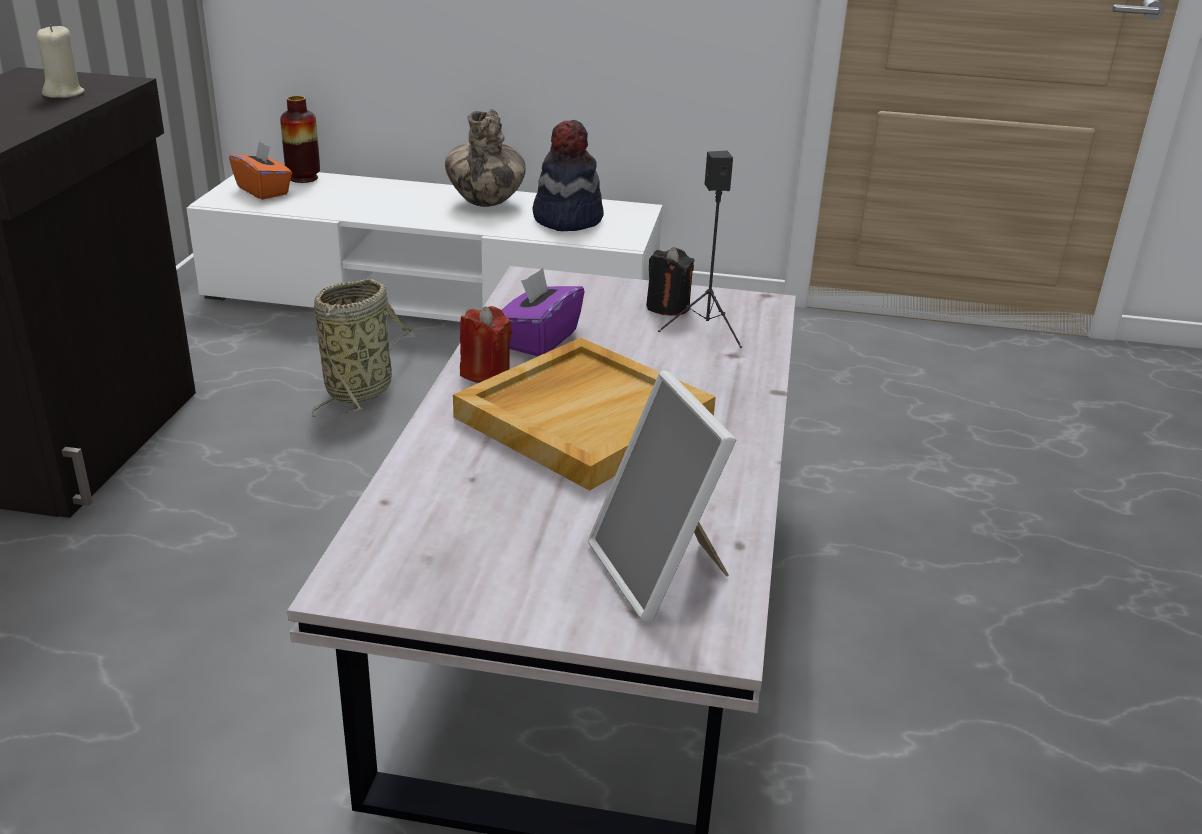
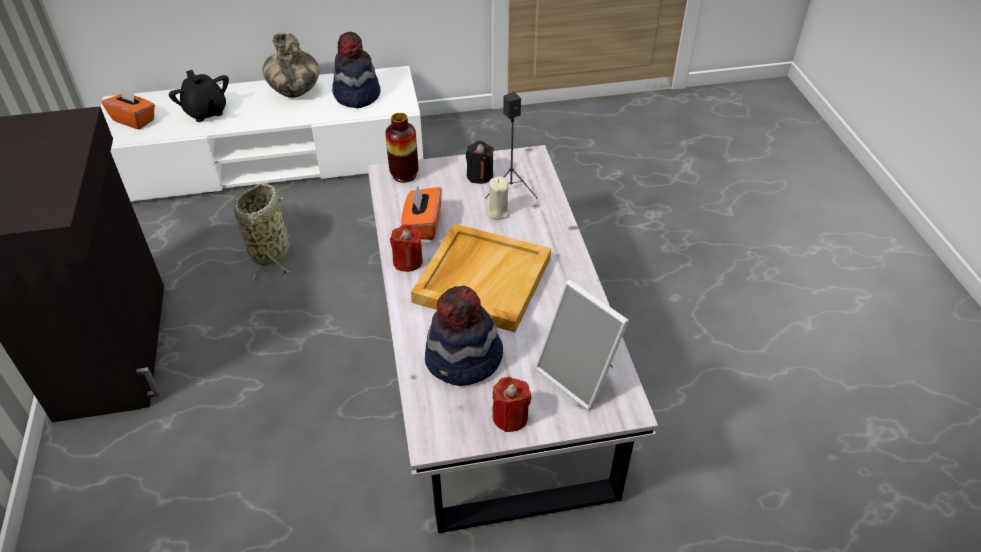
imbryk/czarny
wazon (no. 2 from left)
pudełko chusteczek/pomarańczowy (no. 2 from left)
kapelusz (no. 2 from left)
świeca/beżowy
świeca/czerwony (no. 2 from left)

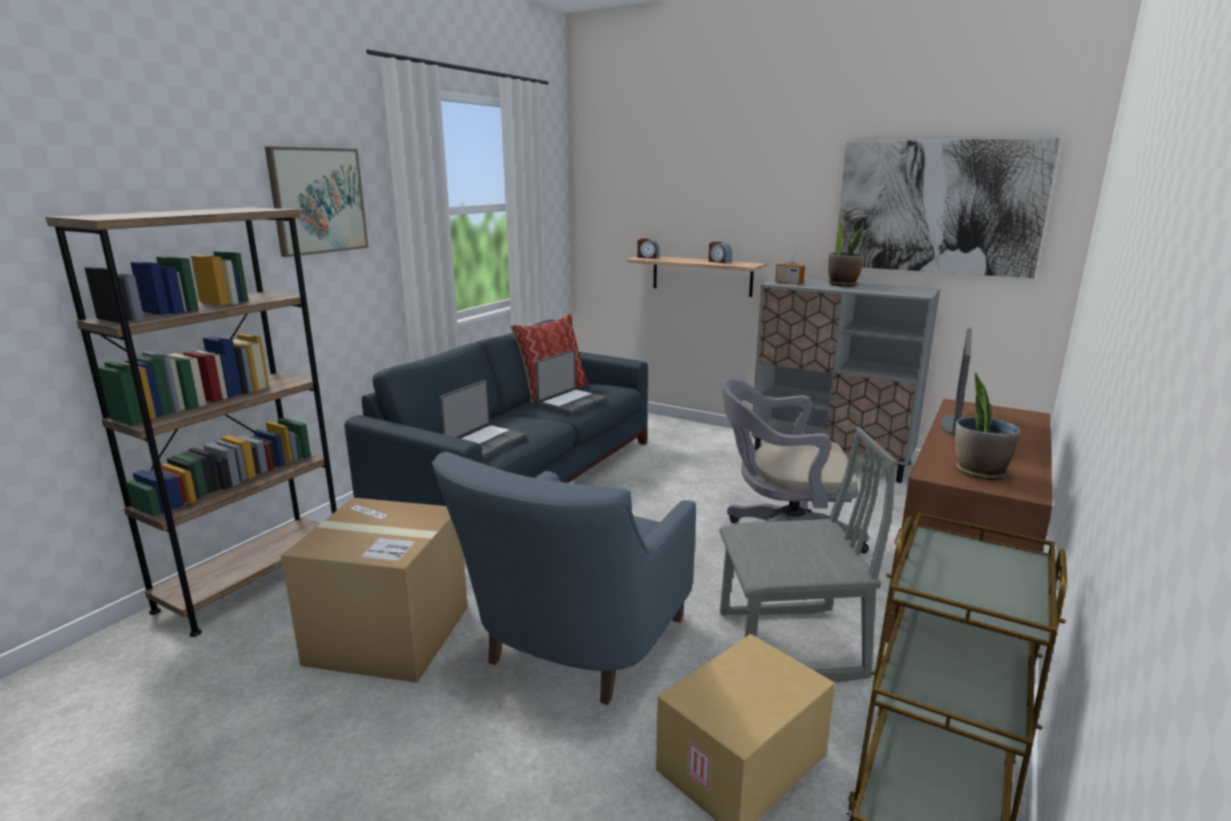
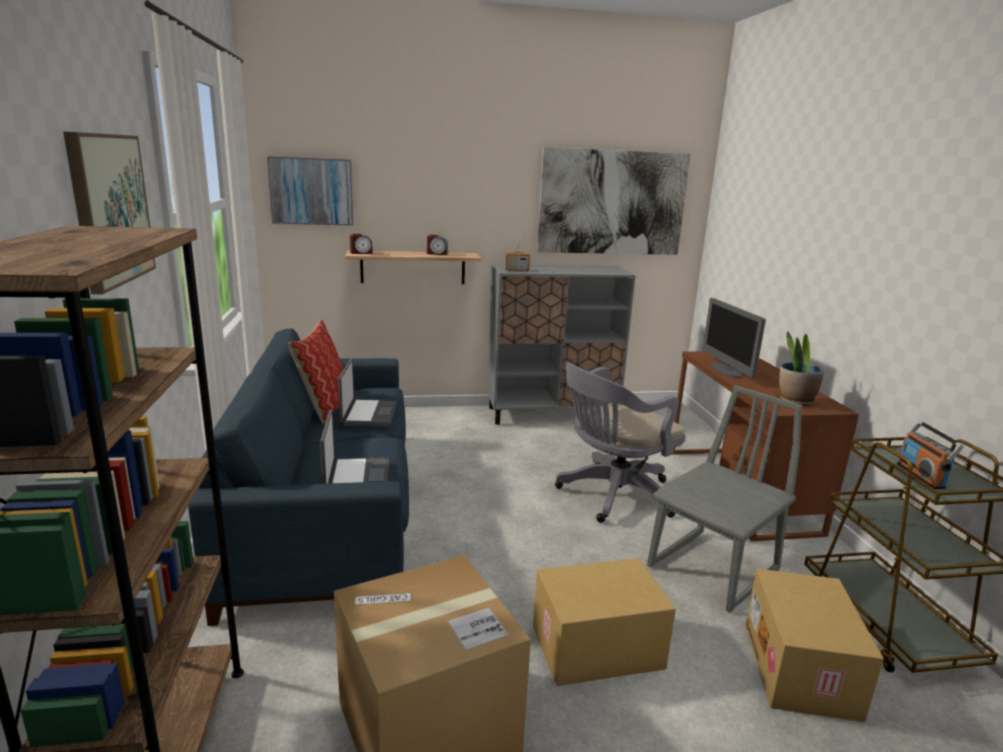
obraz (no. 2 from left)
karton (no. 2 from left)
radio (no. 2 from left)
roślina doniczkowa (no. 1 from left in the first image)

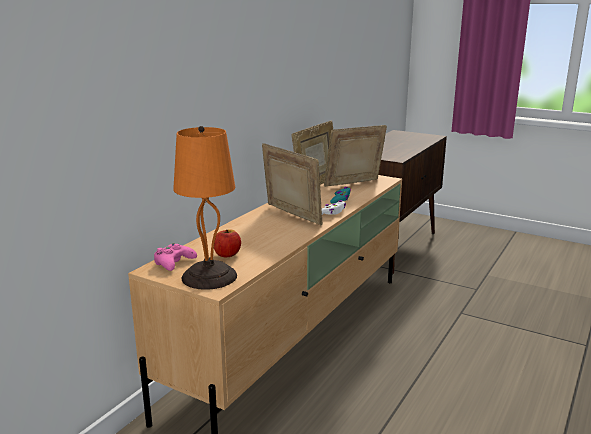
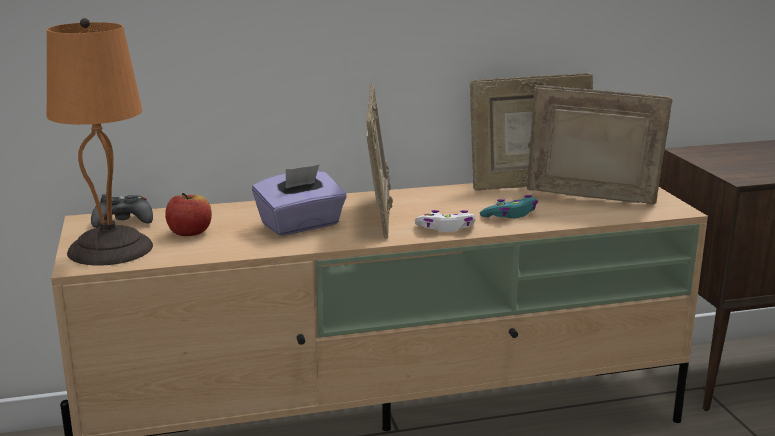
pad do gier/czarny
pudełko chusteczek/fioletowy

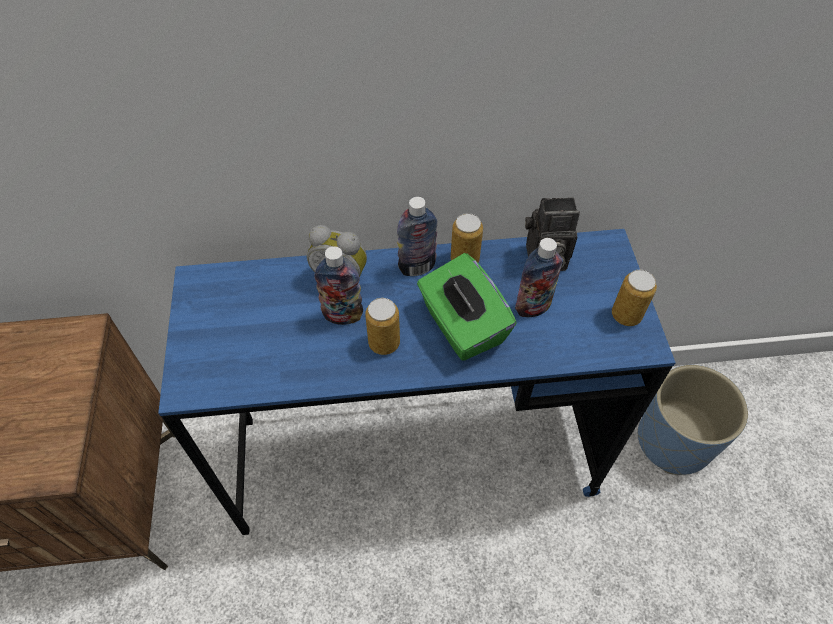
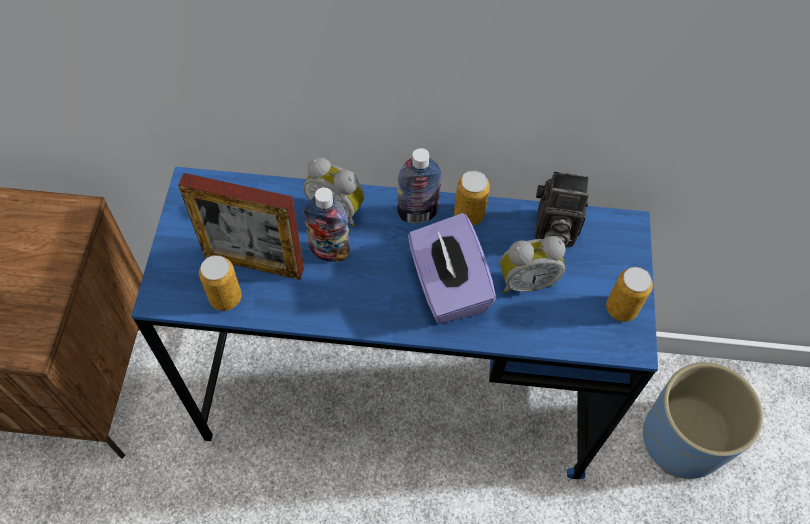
ramka na zdjęcie
puszka (no. 1 from left)
pudełko chusteczek/fioletowy
budzik (no. 2 from left)

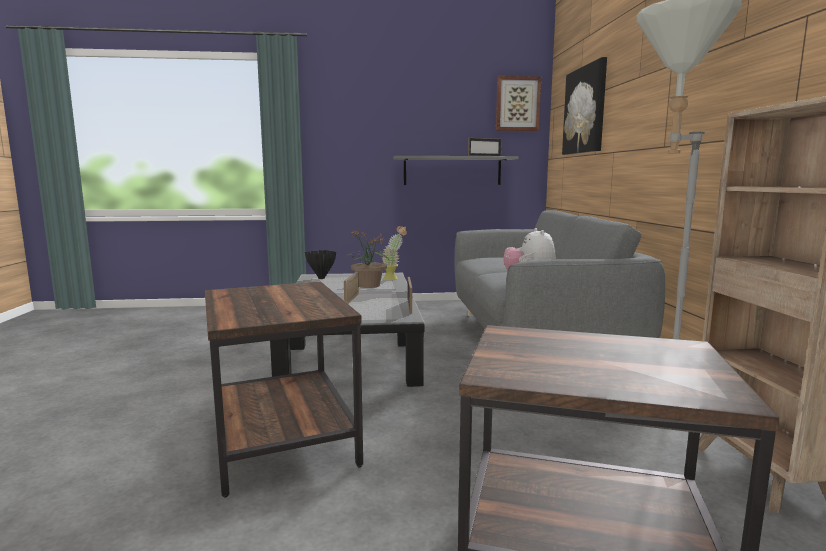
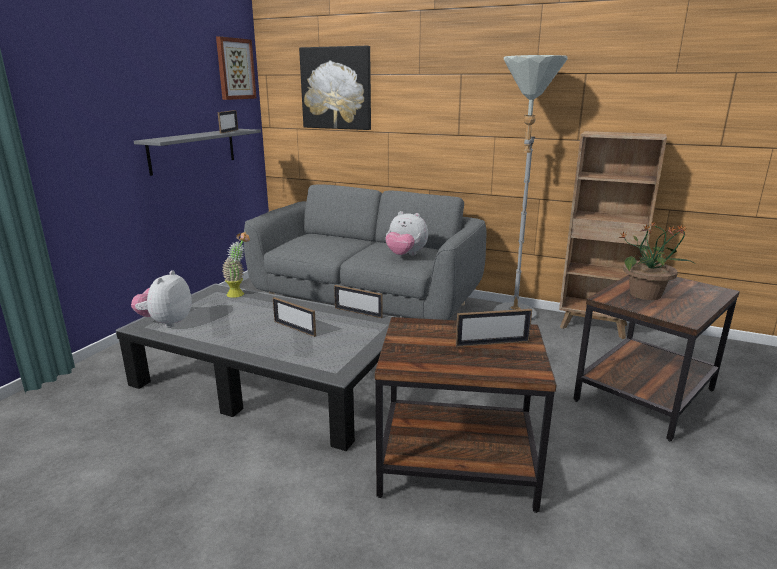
pluszak (no. 1 from left)
ramka na zdjęcie (no. 4 from left)
roślina doniczkowa (no. 2 from left)

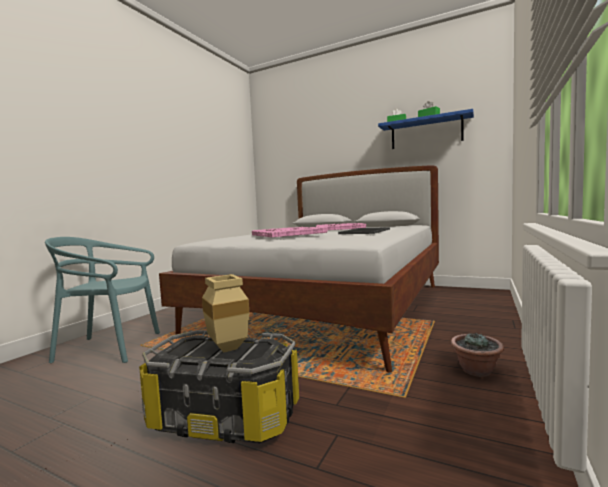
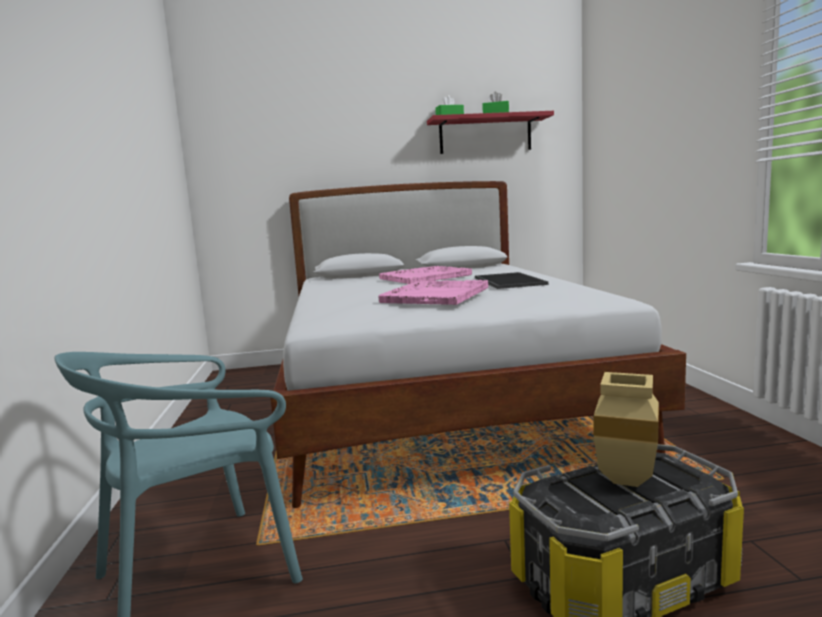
półka/czerwony
roślina doniczkowa

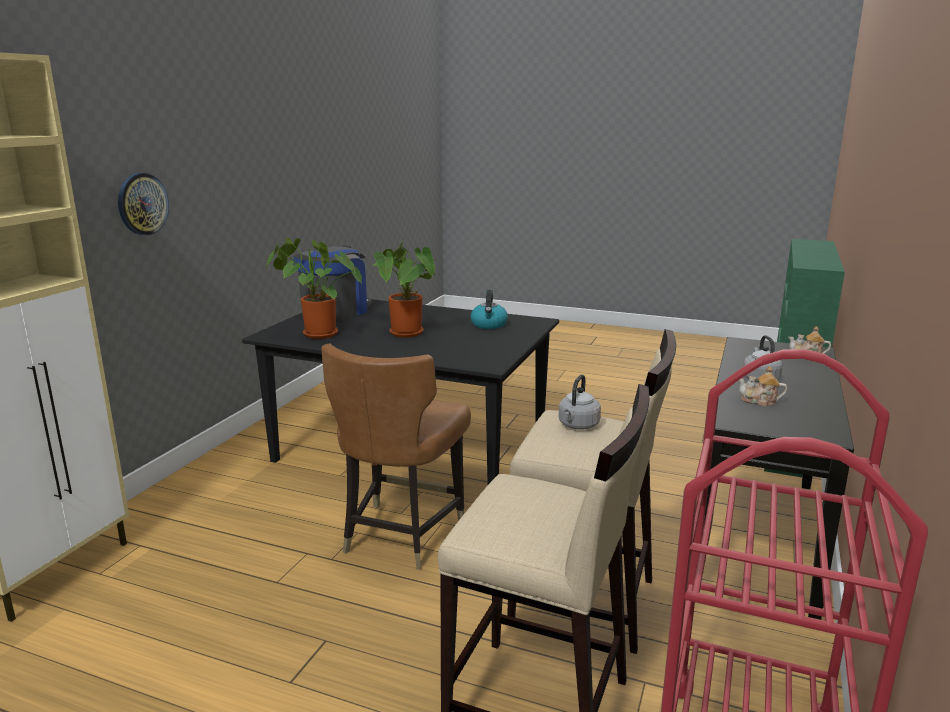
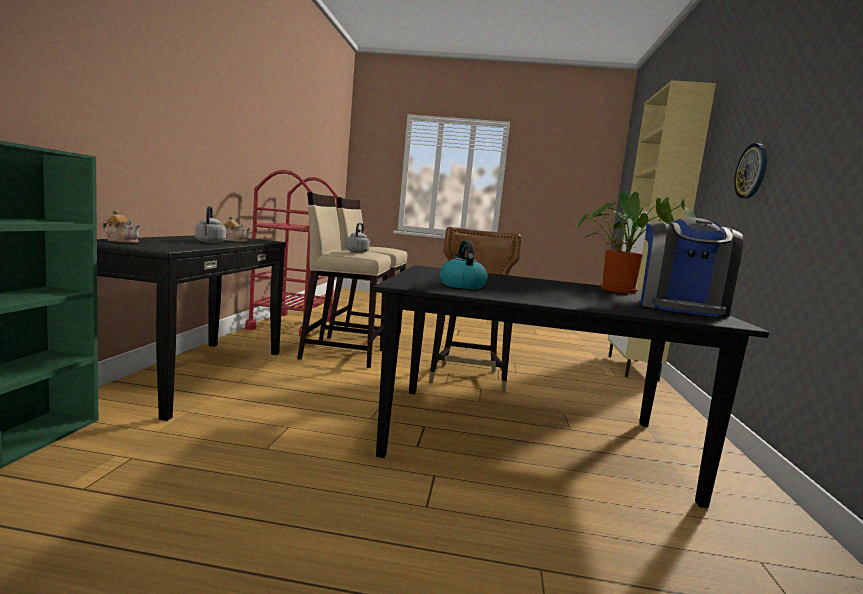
roślina doniczkowa (no. 2 from left in the first image)

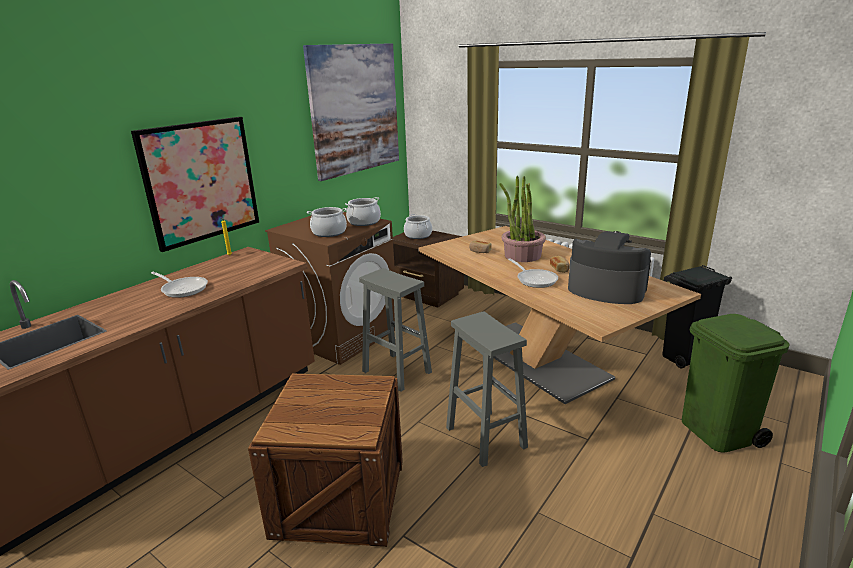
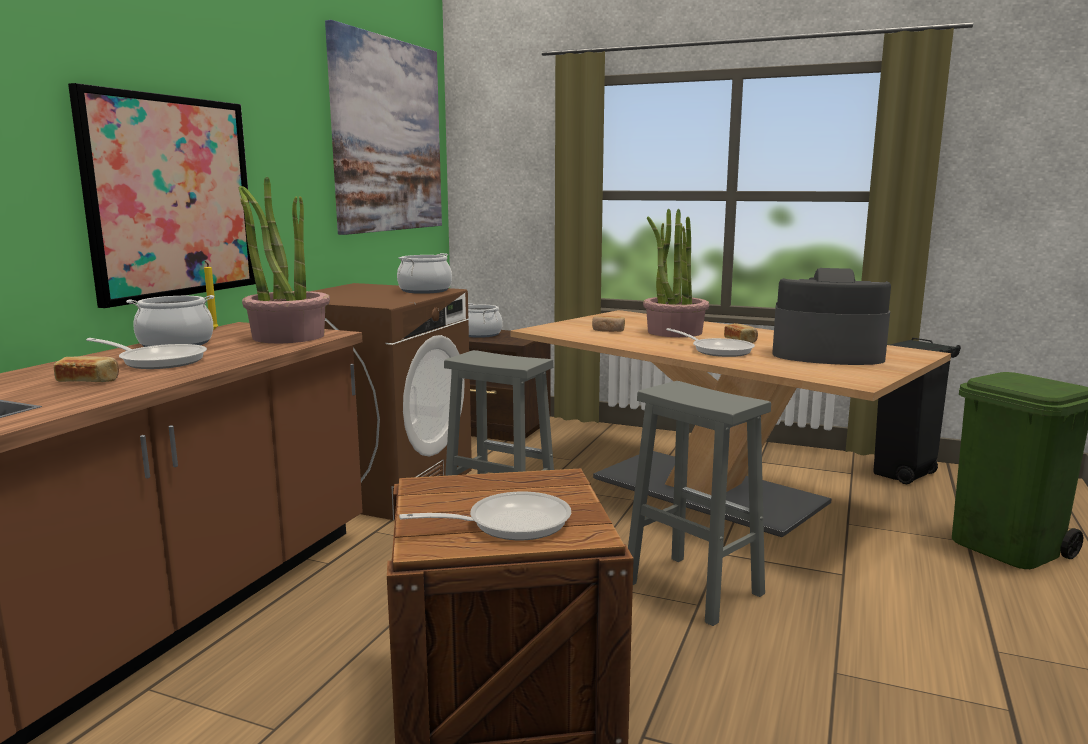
chleb (no. 1 from left)
garnek (no. 1 from left)
roślina doniczkowa (no. 1 from left)
patelnia (no. 2 from left)

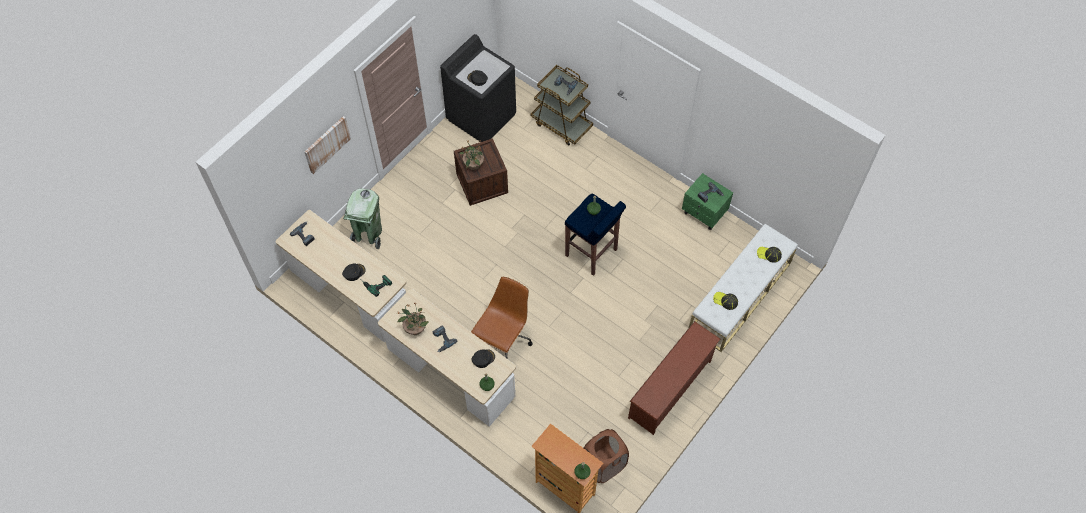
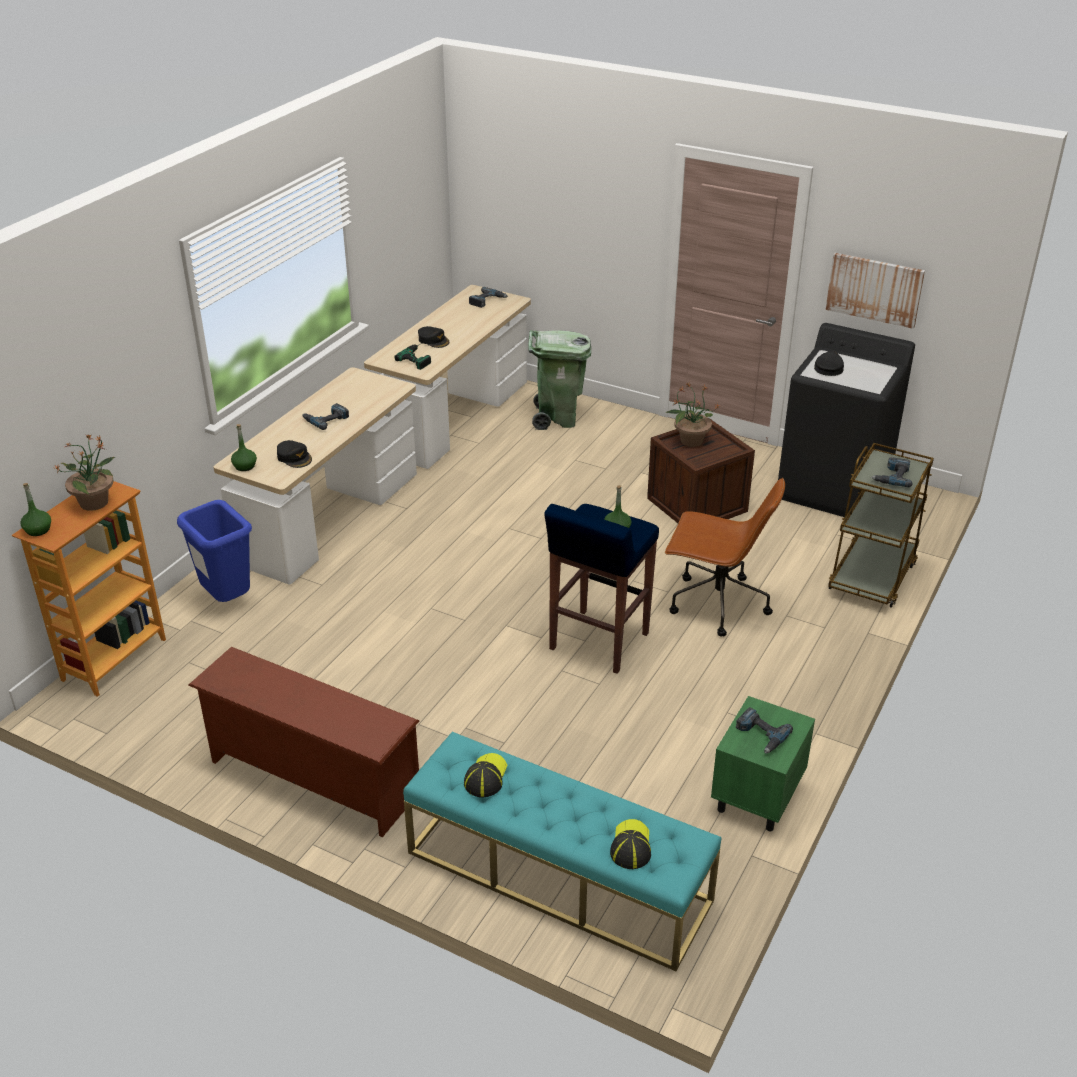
roślina doniczkowa (no. 1 from left)
kosz na śmieci/niebieski
ławka/turkusowy
krzesło biurowe/brązowy
obraz
kosz na pranie/brązowy

